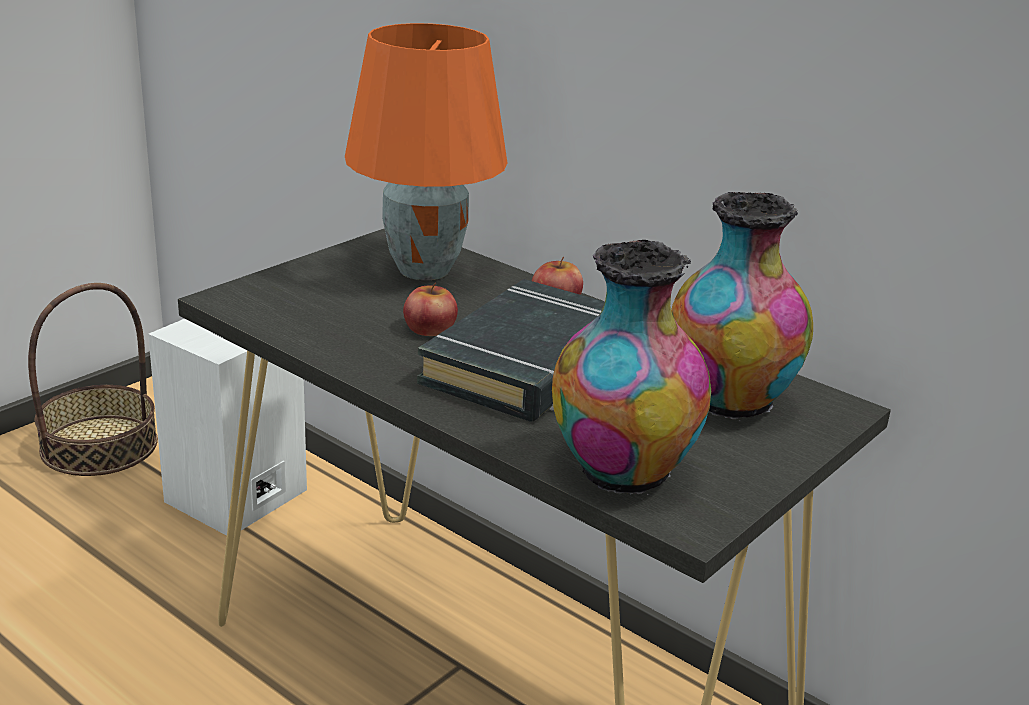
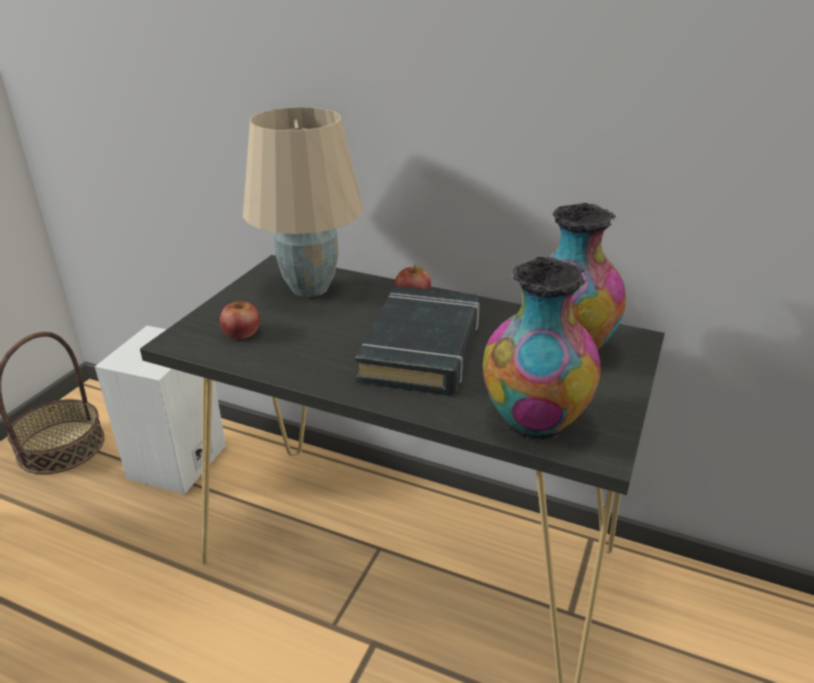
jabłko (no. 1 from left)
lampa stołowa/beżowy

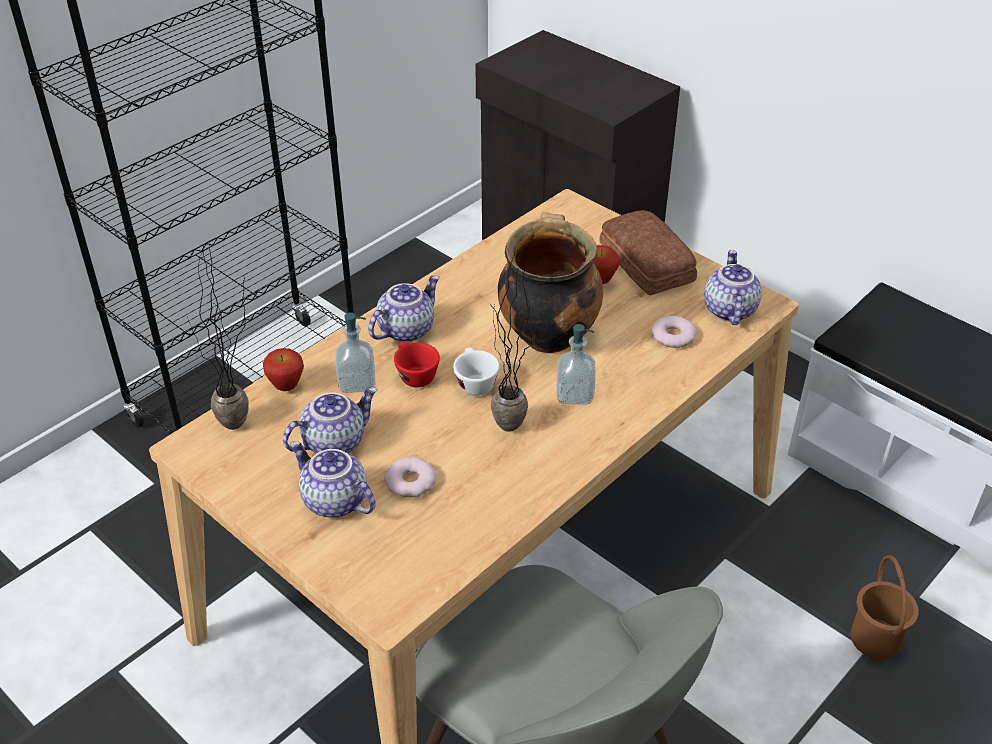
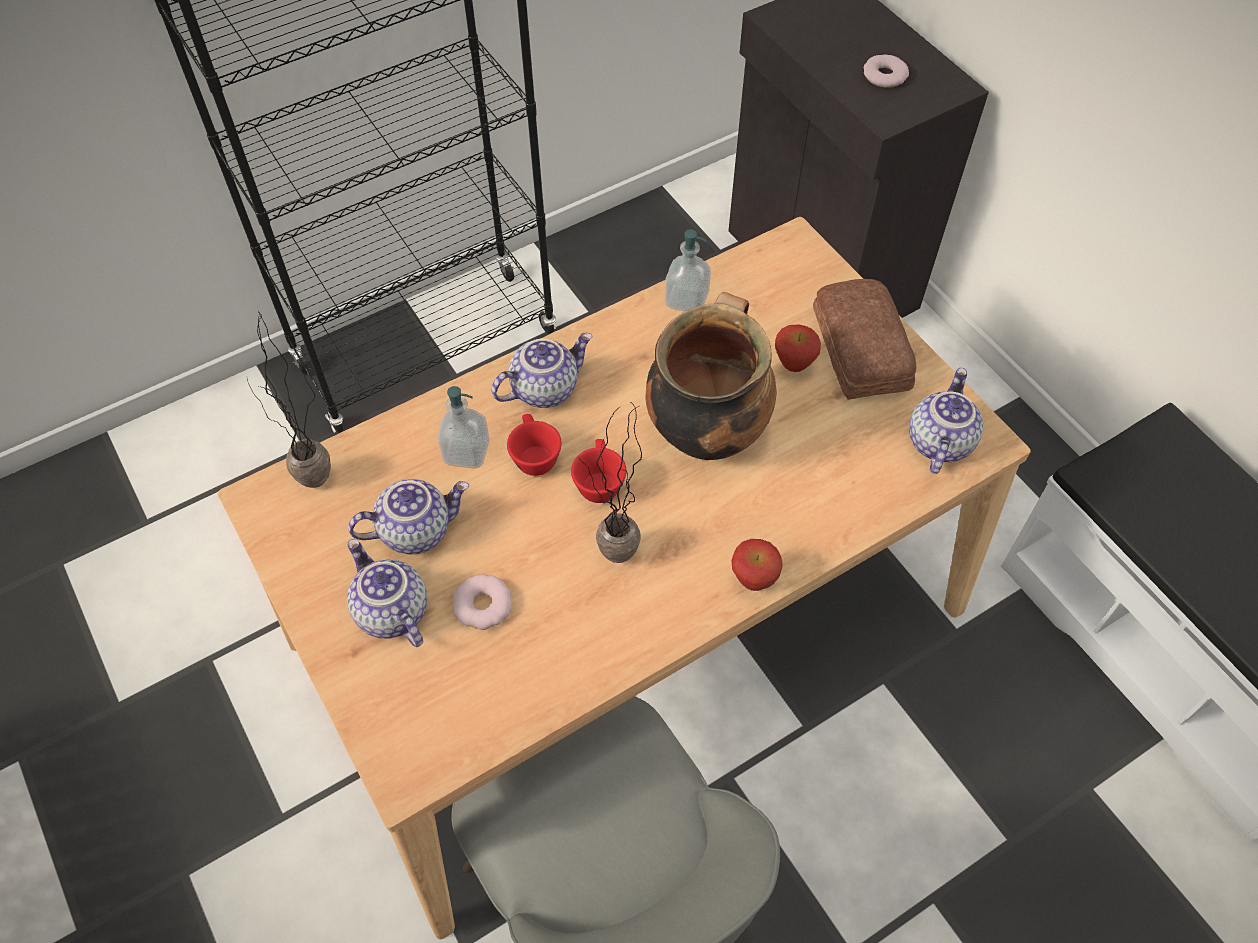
filiżanka/czerwony (no. 2 from left)
dozownik mydła (no. 2 from left)
jabłko (no. 1 from left)
donut (no. 2 from left)
wiadro/brązowy

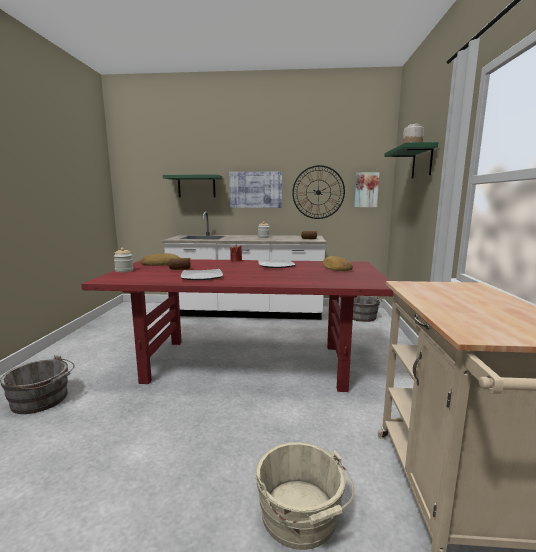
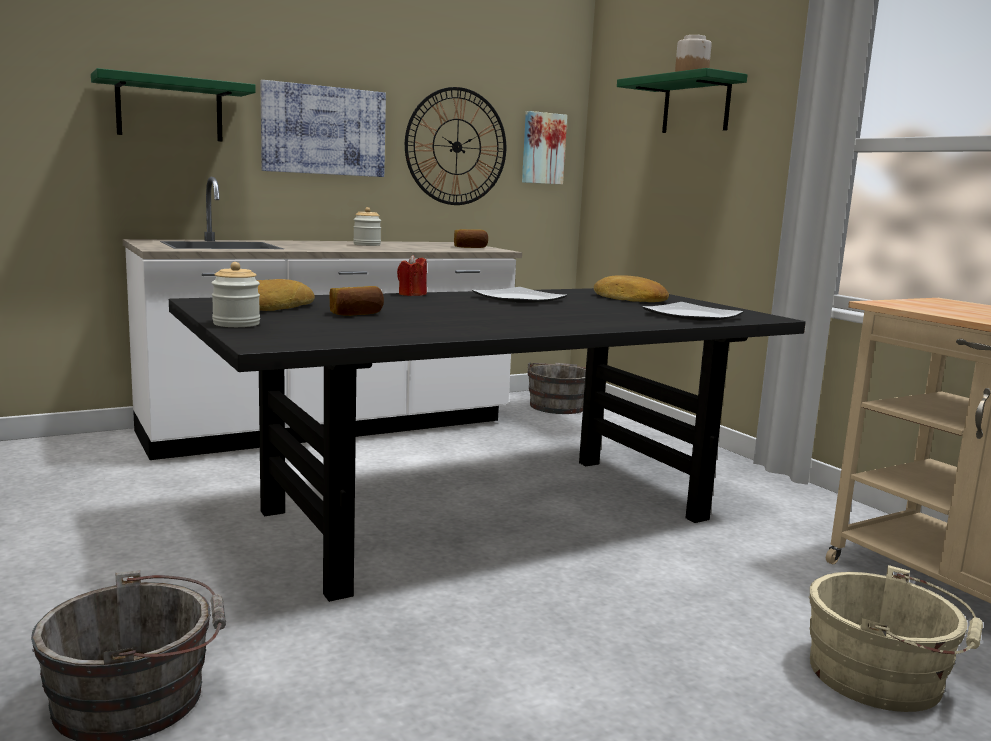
stół jadalny/czarny
talerz (no. 2 from left)

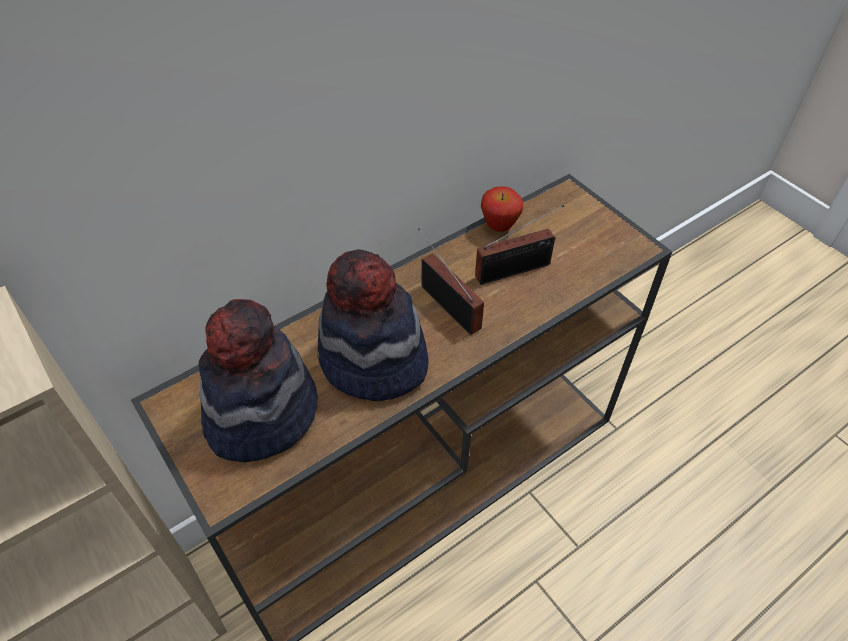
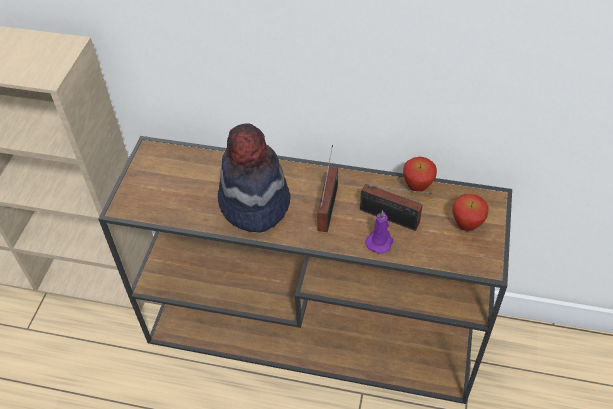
świeca/fioletowy
jabłko (no. 2 from left)
kapelusz (no. 1 from left in the first image)

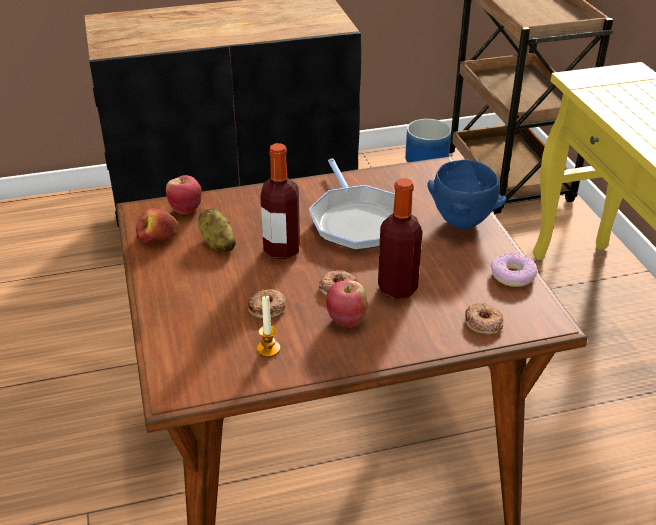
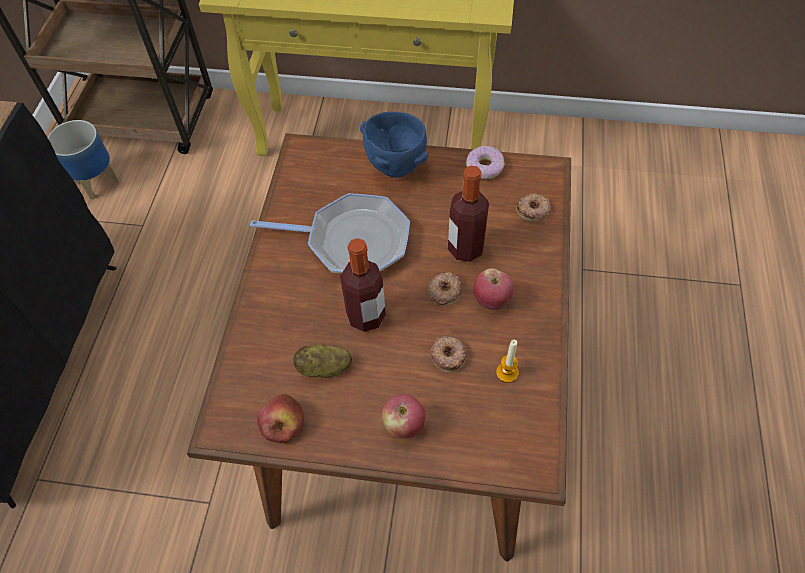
jabłko (no. 2 from left)

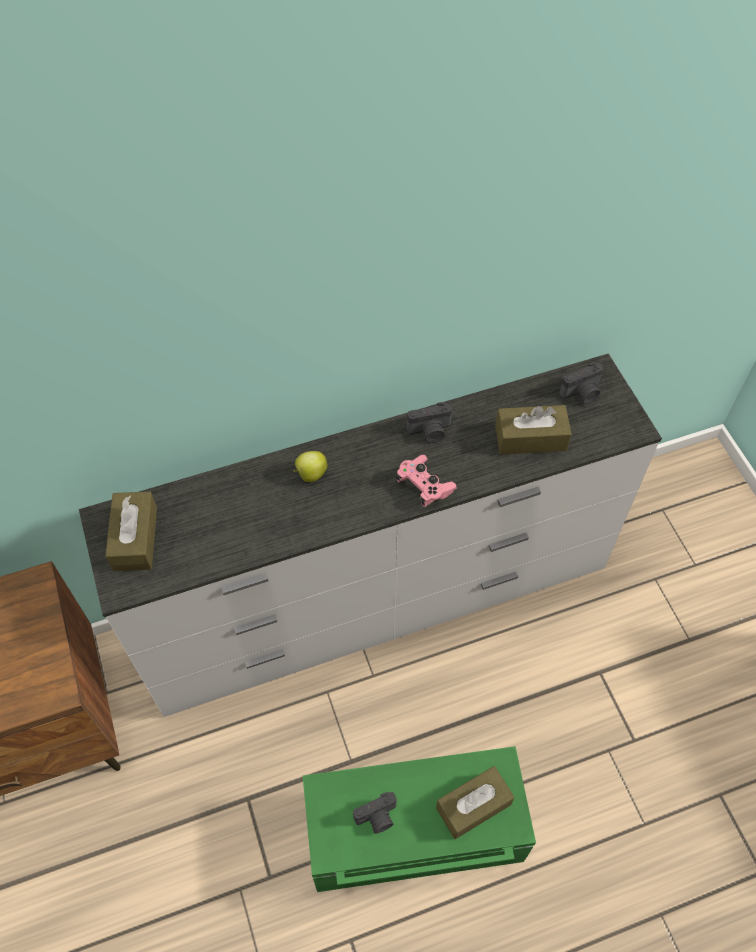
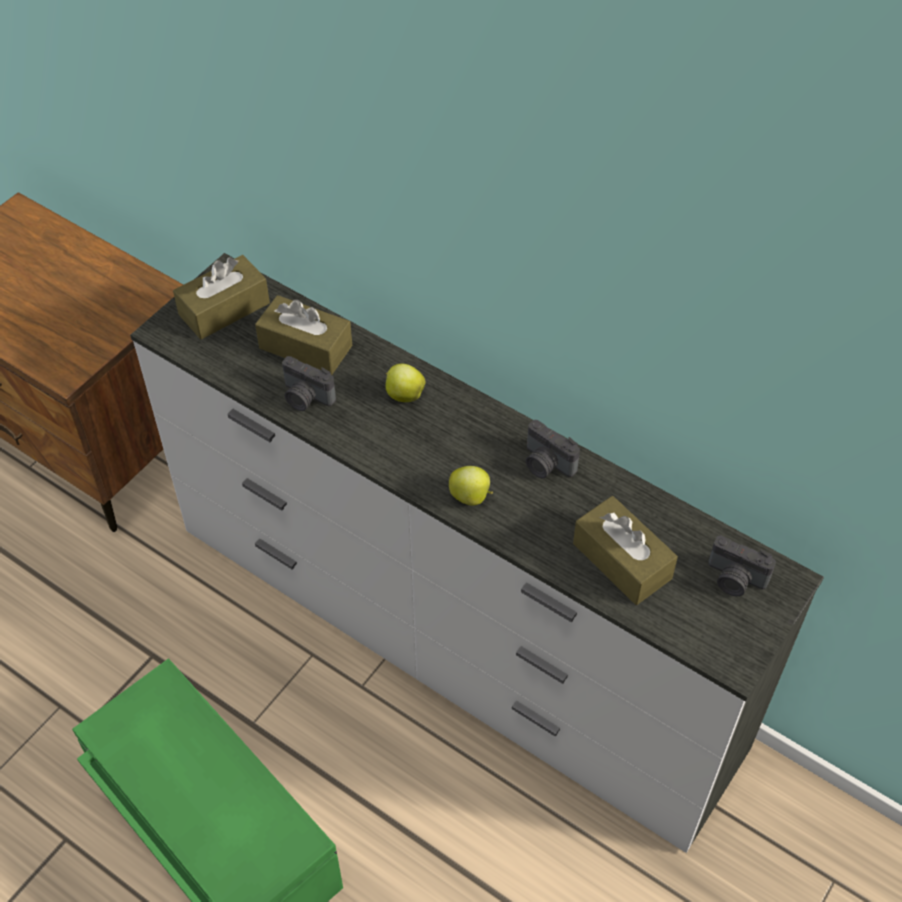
pudełko chusteczek/brązowy (no. 2 from left)
aparat fotograficzny (no. 1 from left)
jabłko (no. 2 from left)

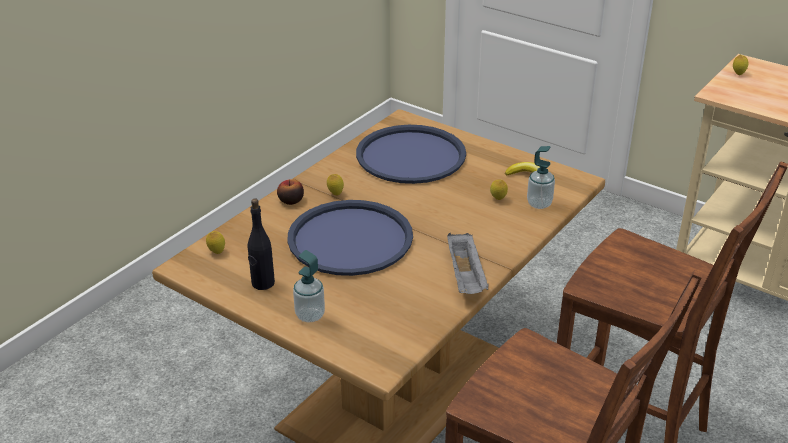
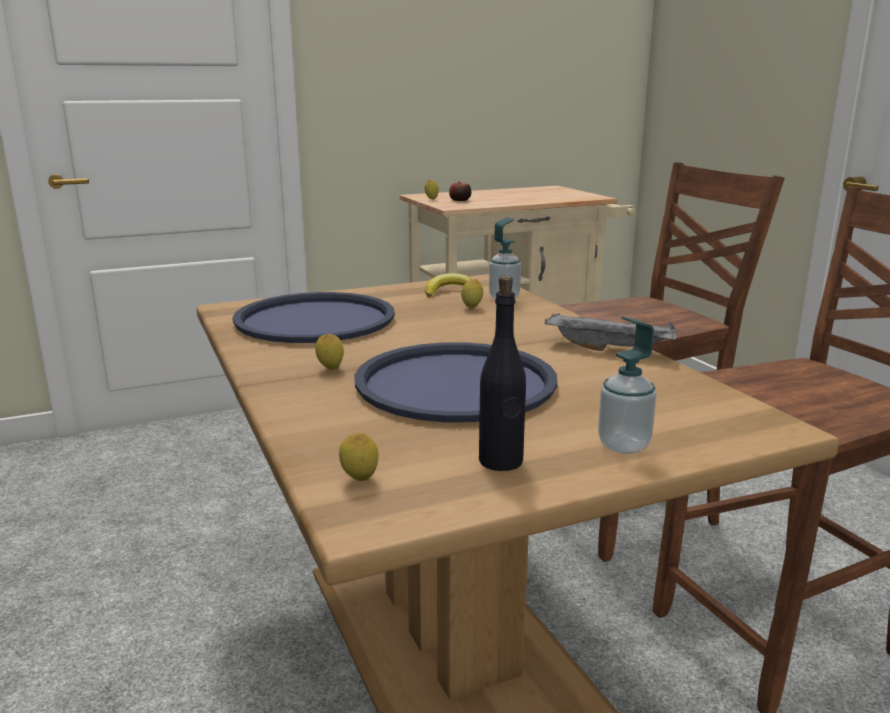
jabłko

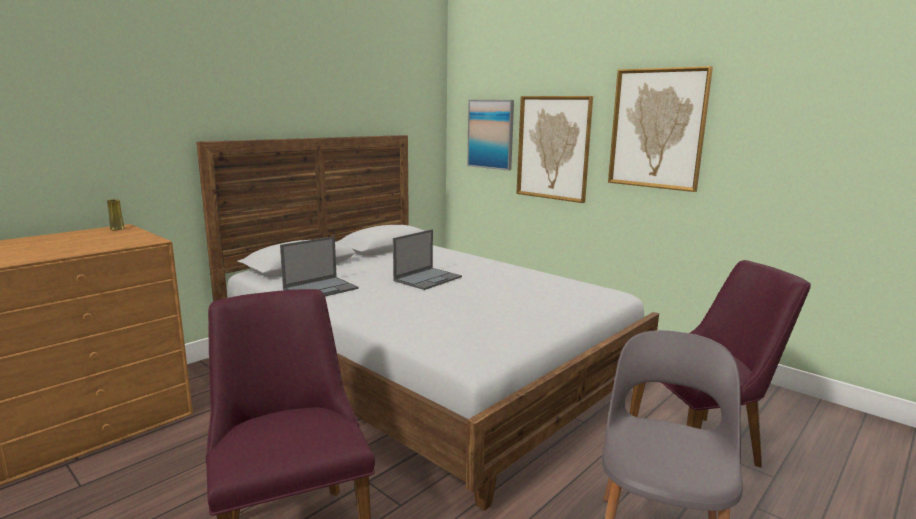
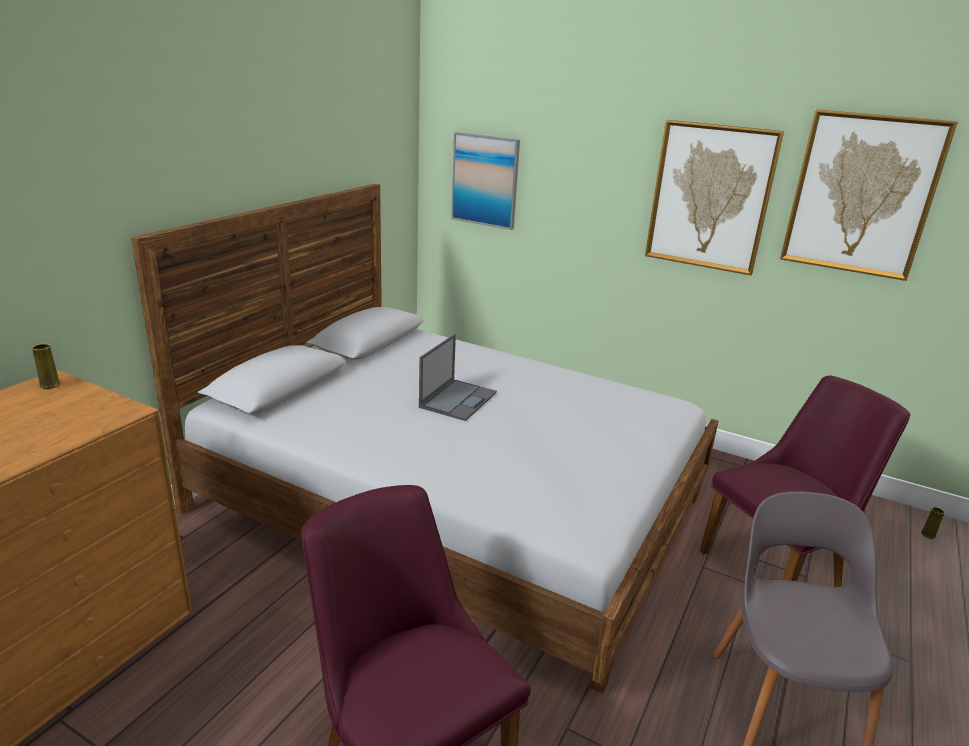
obraz (no. 3 from left)
wazon/żółty (no. 2 from left)
laptop (no. 1 from left in the first image)

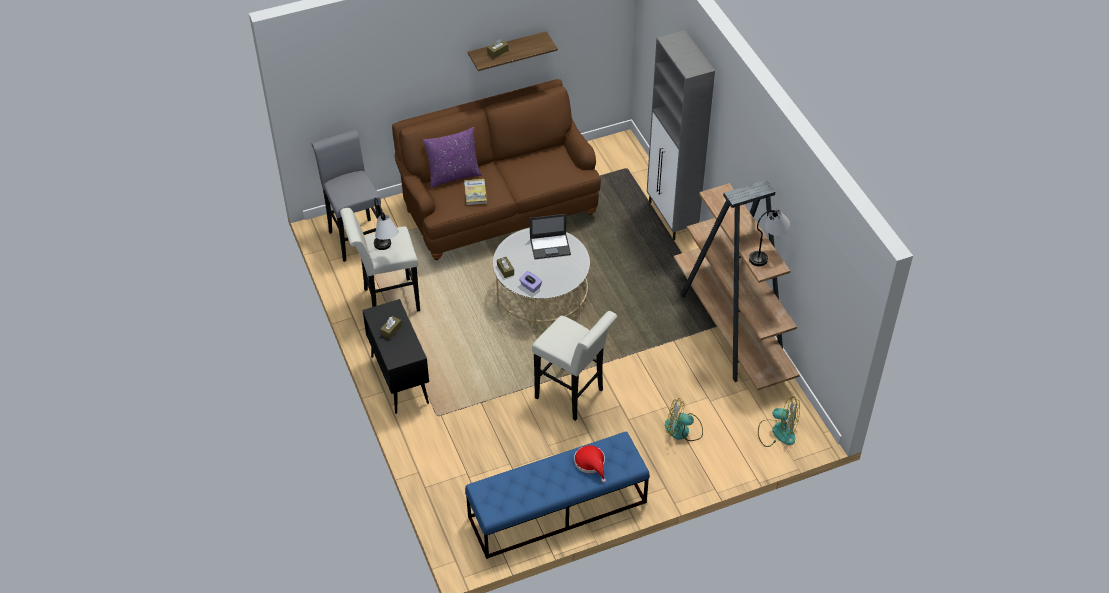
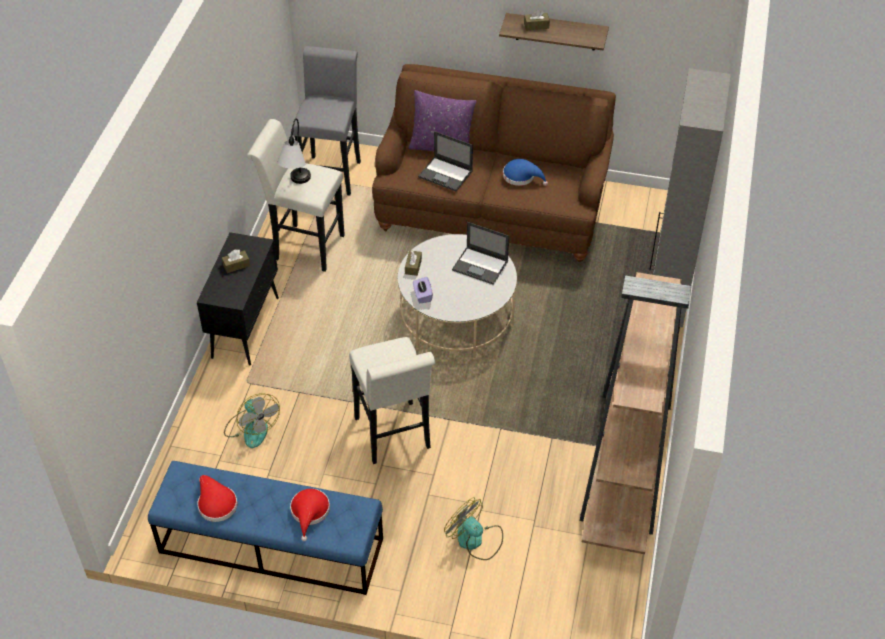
kapelusz/czerwony (no. 1 from left)
wentylator (no. 1 from left)
laptop (no. 1 from left)
kapelusz/niebieski
lampa stołowa (no. 2 from left in the first image)

